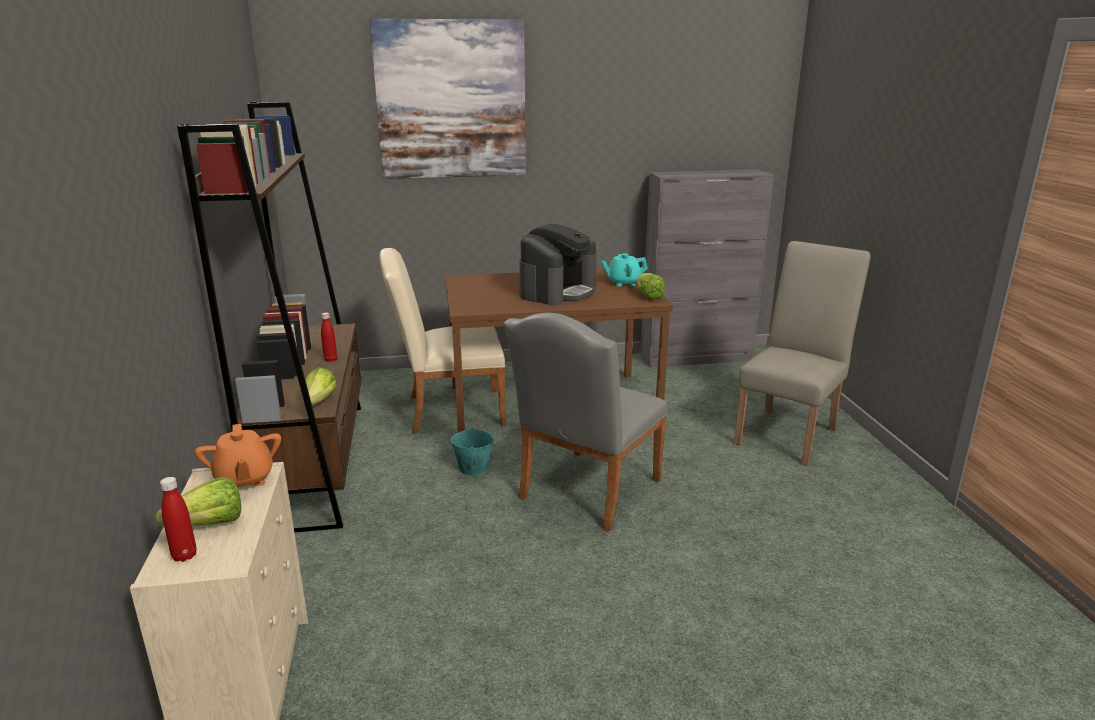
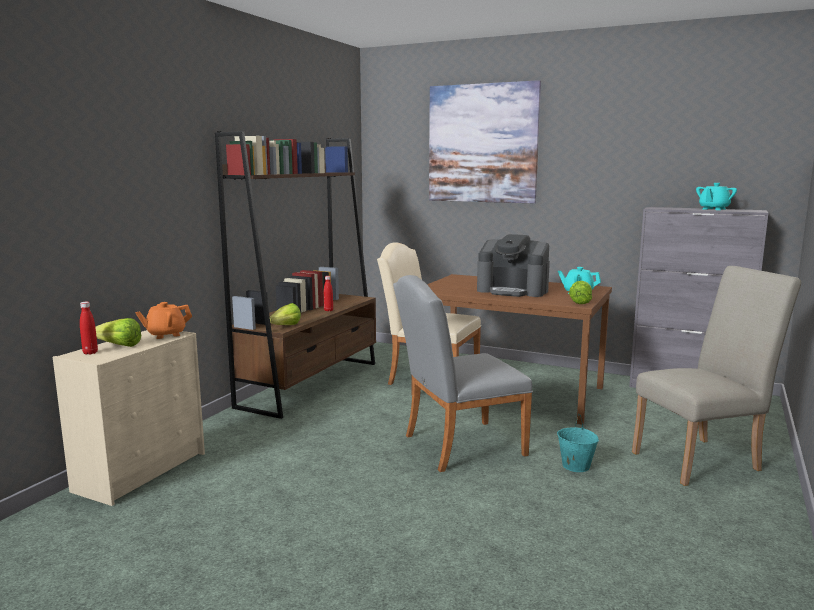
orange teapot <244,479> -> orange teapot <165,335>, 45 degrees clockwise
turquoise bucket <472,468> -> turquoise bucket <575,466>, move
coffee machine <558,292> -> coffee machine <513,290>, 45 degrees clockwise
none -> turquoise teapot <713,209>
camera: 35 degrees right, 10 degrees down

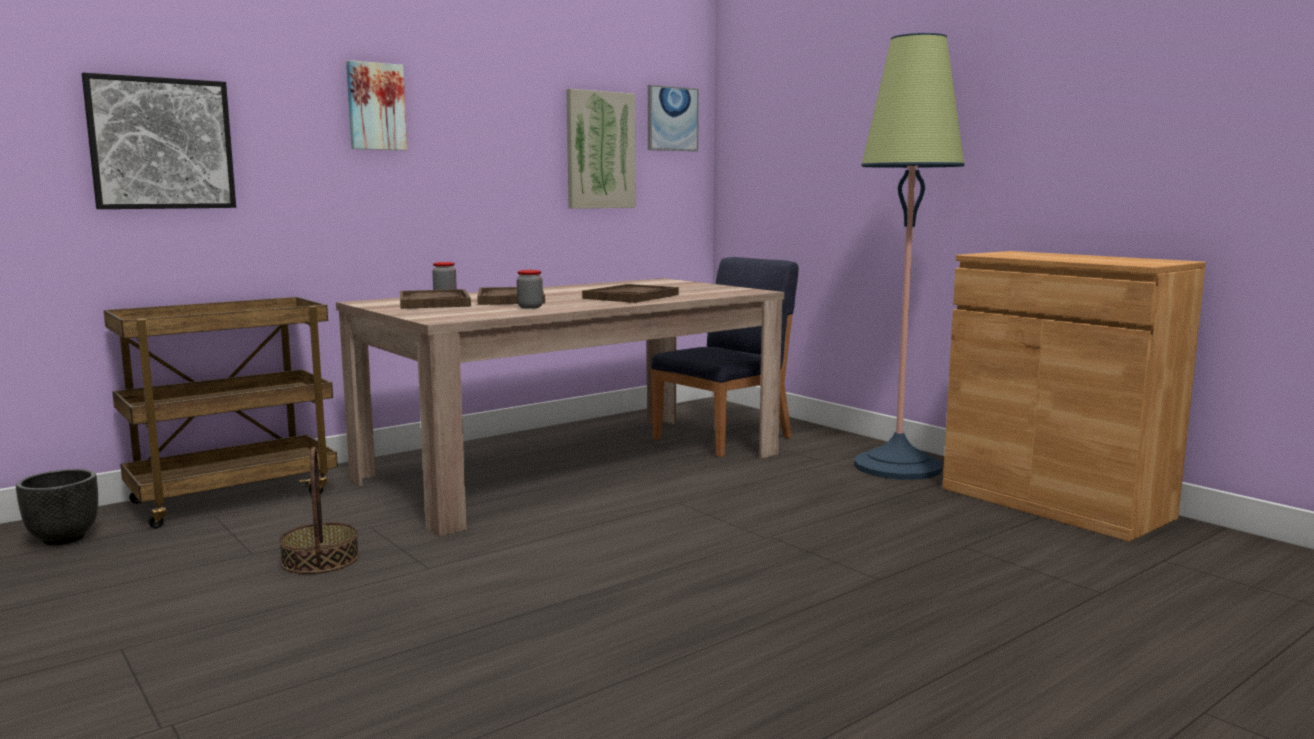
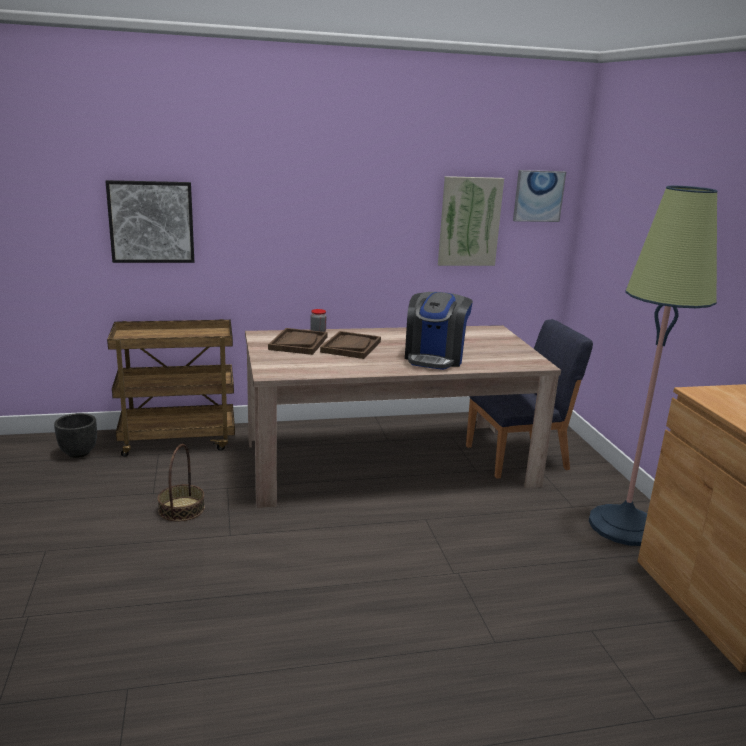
picture <375,106> -> none
jar <530,307> -> none
brown tray <631,296> -> coffee machine <435,358>
camera: 25 degrees right, 10 degrees up

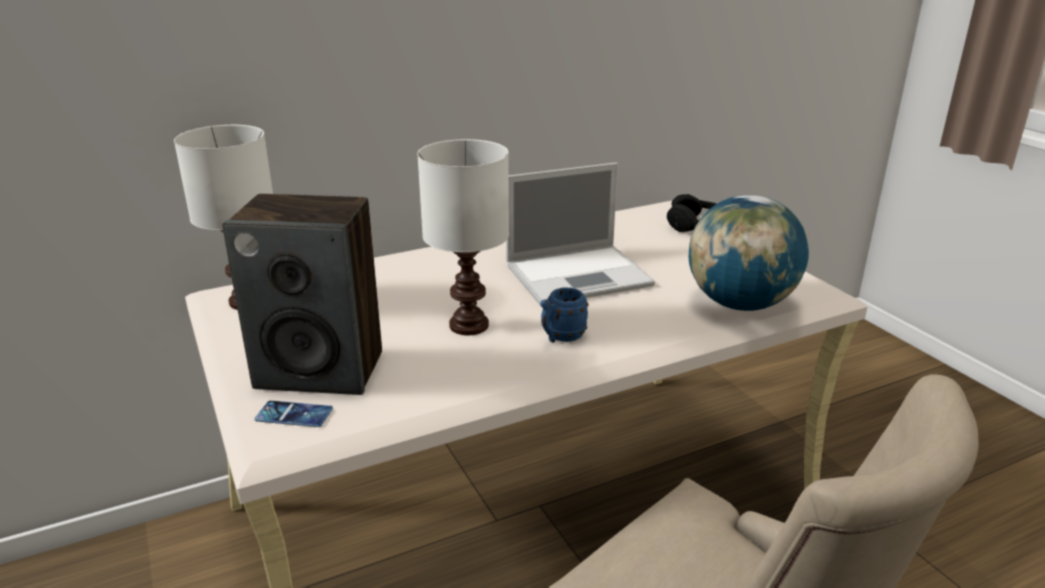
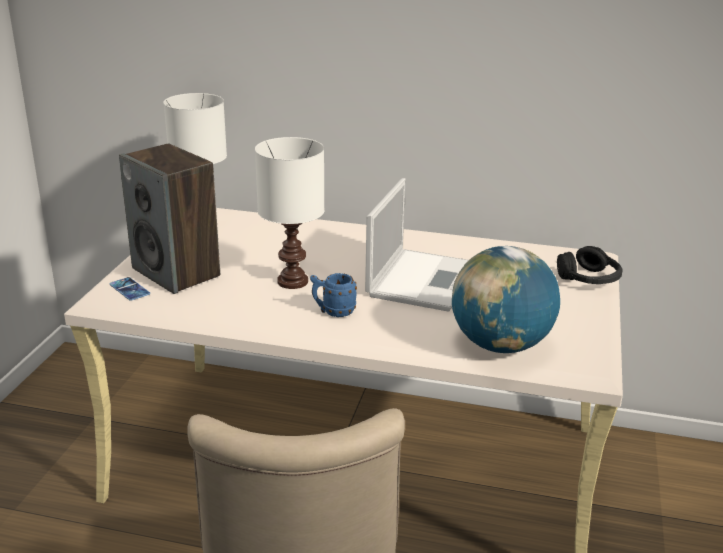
laptop <580,274> -> laptop <422,279>, 90 degrees counterclockwise
camera: 40 degrees right, 0 degrees up

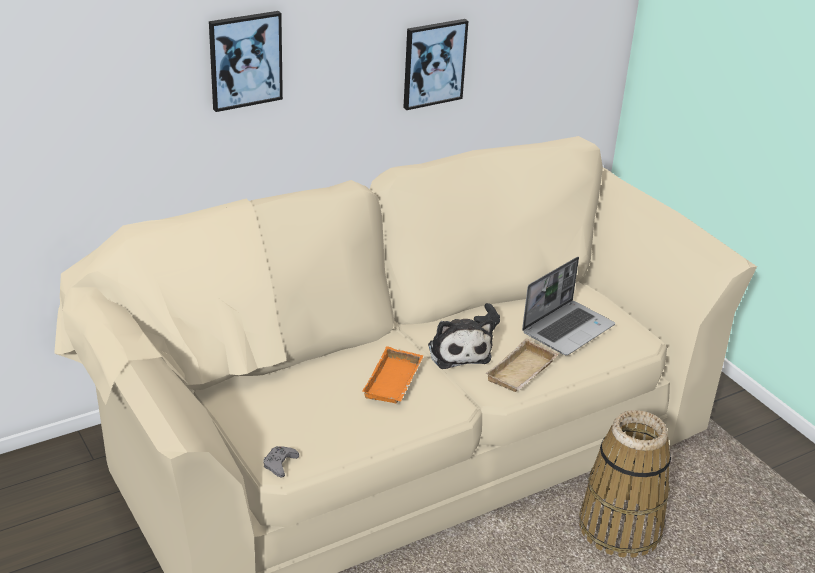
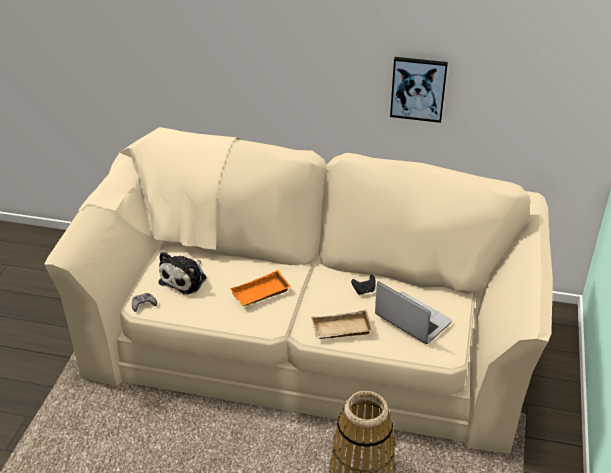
picture <245,60> -> none
plush toy <458,351> -> plush toy <185,279>, move
laptop <568,328> -> laptop <411,319>, 135 degrees counterclockwise
camera: 45 degrees right, 5 degrees up

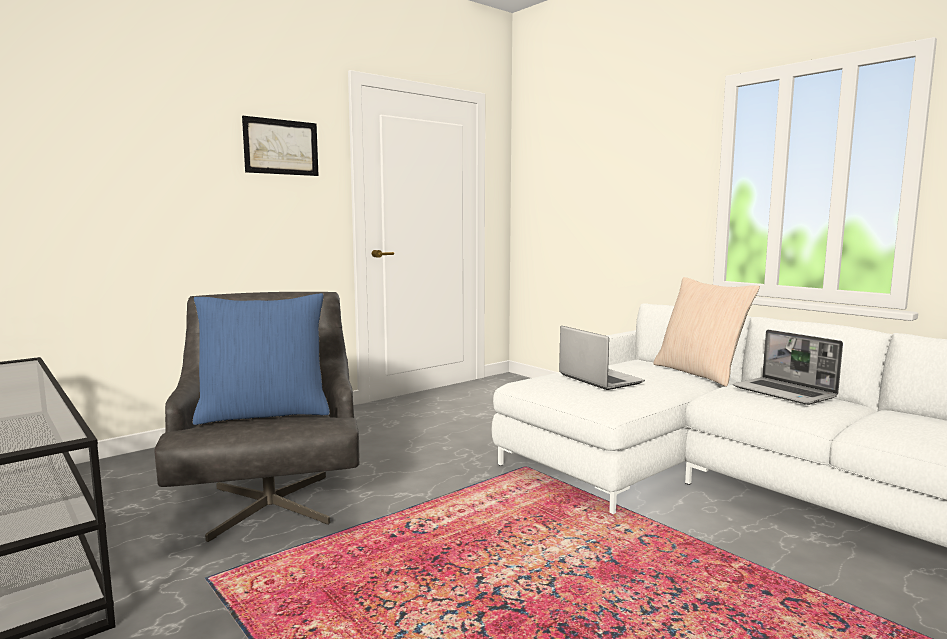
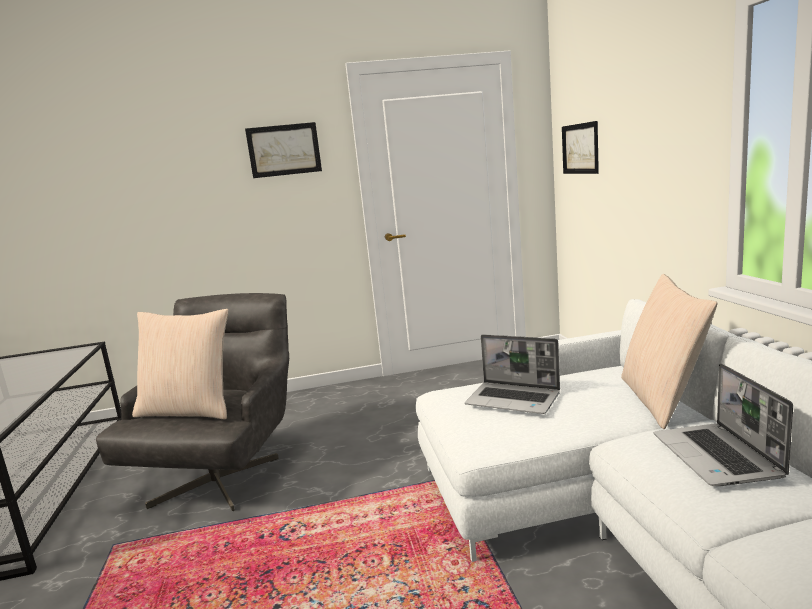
blue pillow <264,413> -> beige pillow <189,410>
laptop <598,379> -> laptop <514,399>, 120 degrees clockwise
none -> picture <580,148>
camera: 30 degrees right, 5 degrees up

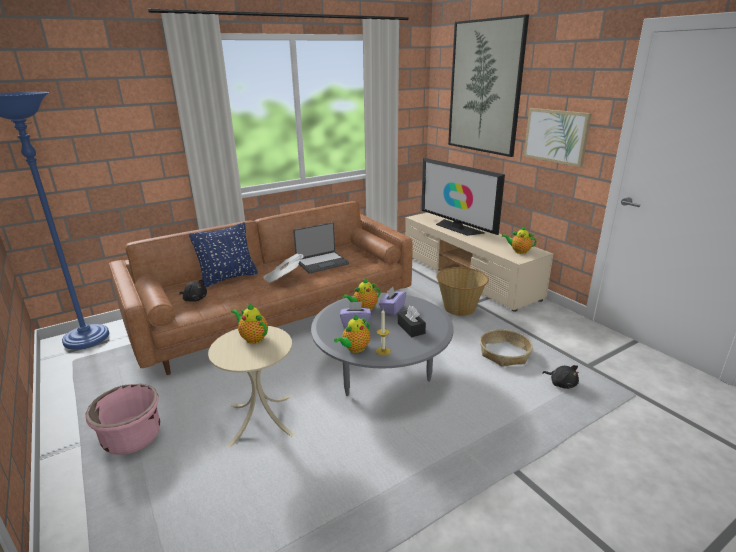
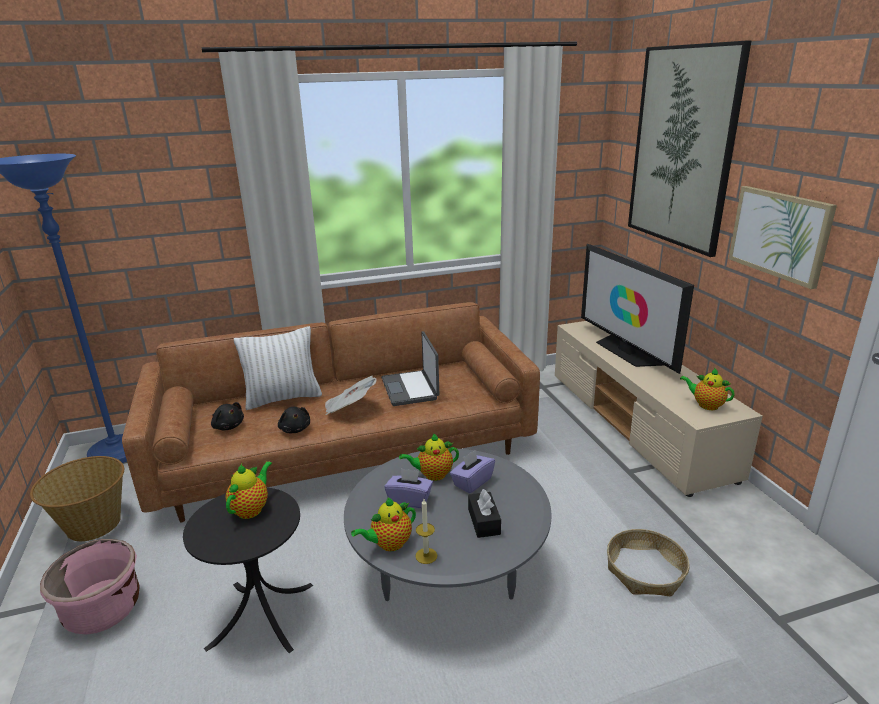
blue pillow <228,278> -> white pillow <283,398>
beige side table <261,420> -> black side table <261,616>
teapot <253,338> -> teapot <251,509>, 60 degrees clockwise
laptop <322,263> -> laptop <411,389>, 90 degrees clockwise
basket <459,309> -> basket <93,526>, move
black plush toy <561,383> -> black plush toy <295,429>, move
camera: 15 degrees right, 0 degrees up

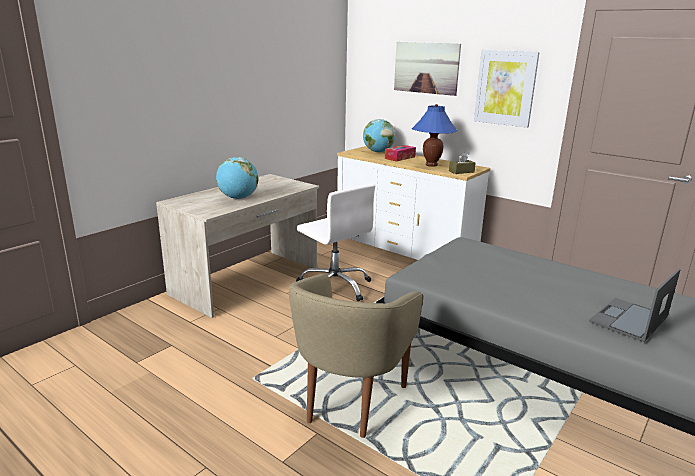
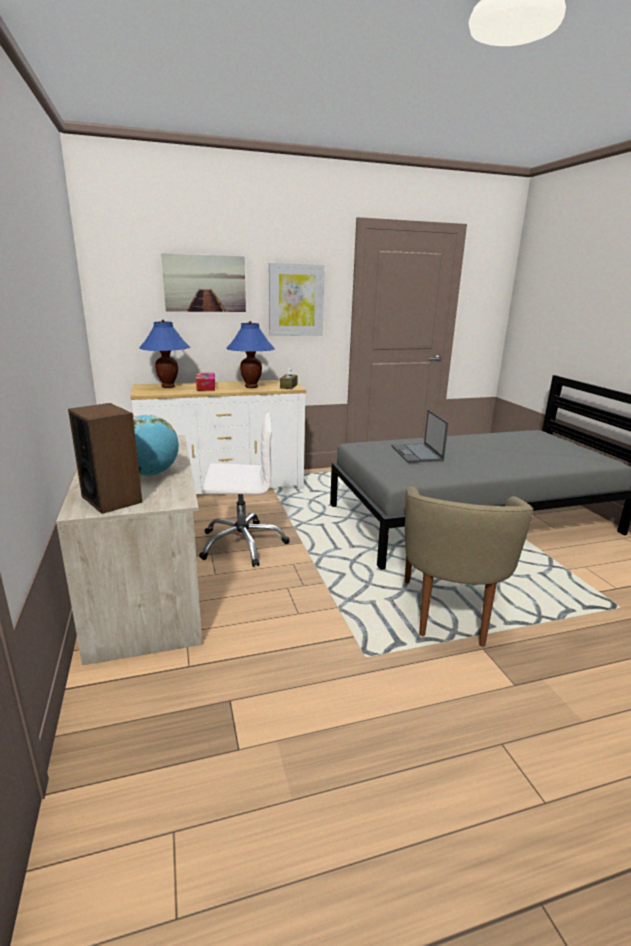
beige armchair <350,402> -> beige armchair <449,613>, 45 degrees clockwise
globe <378,152> -> blue table lamp <168,386>
laptop <628,320> -> laptop <417,453>, move
none -> speaker <112,499>
camera: 55 degrees left, 0 degrees up

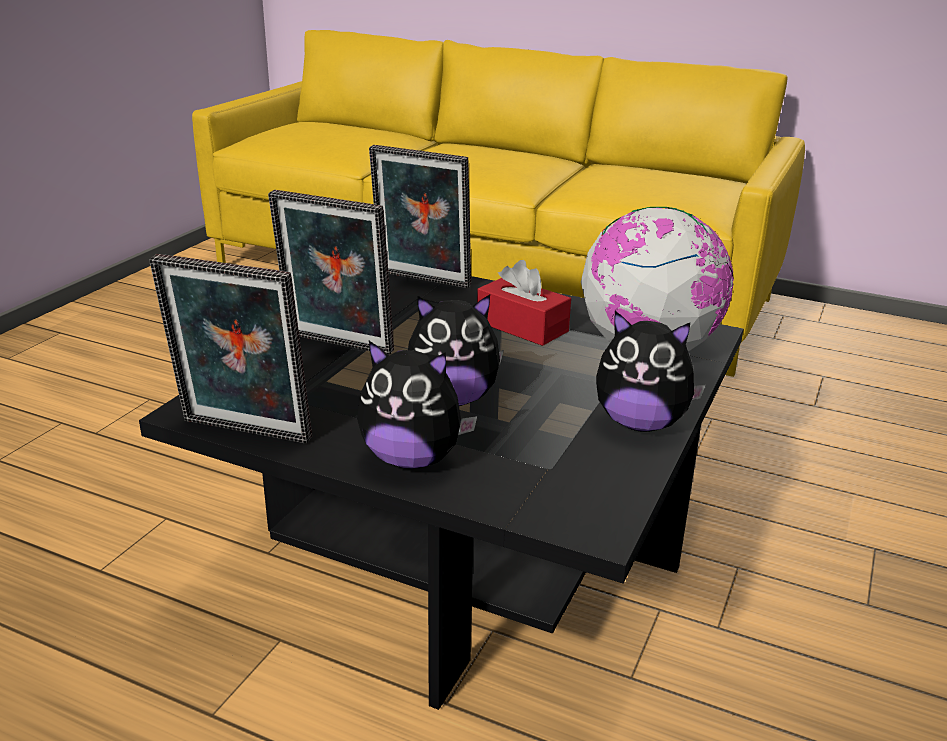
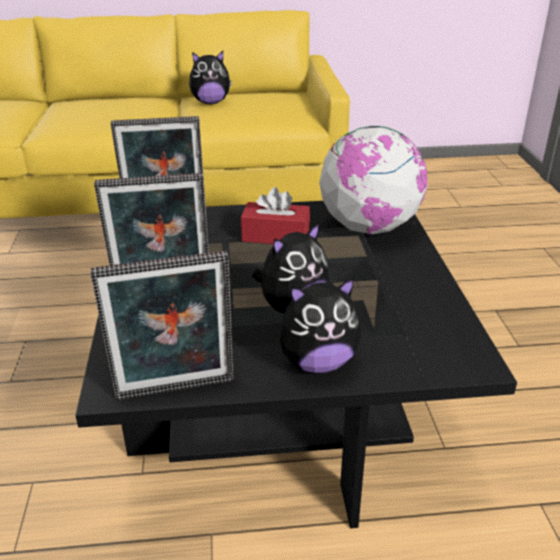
plush toy <641,423> -> plush toy <210,102>, move
camera: 30 degrees left, 5 degrees up

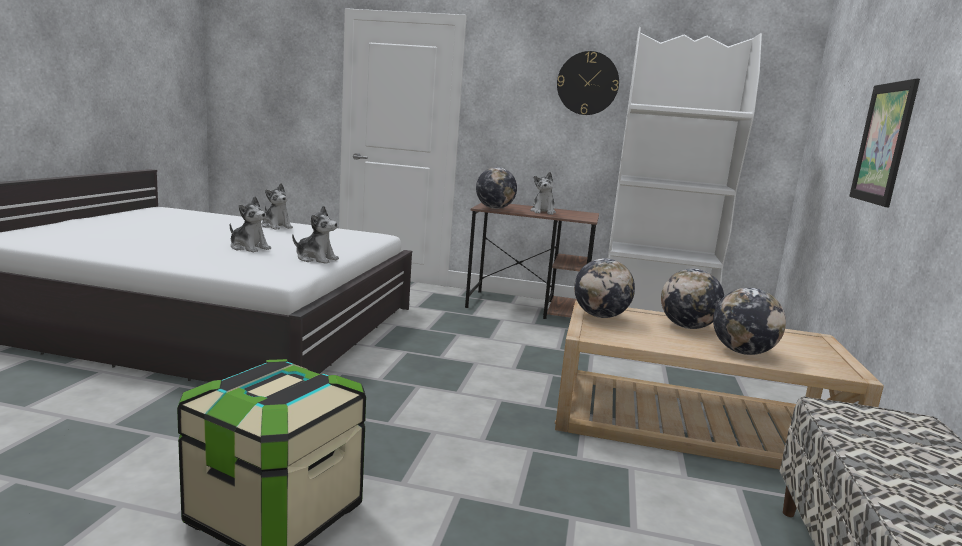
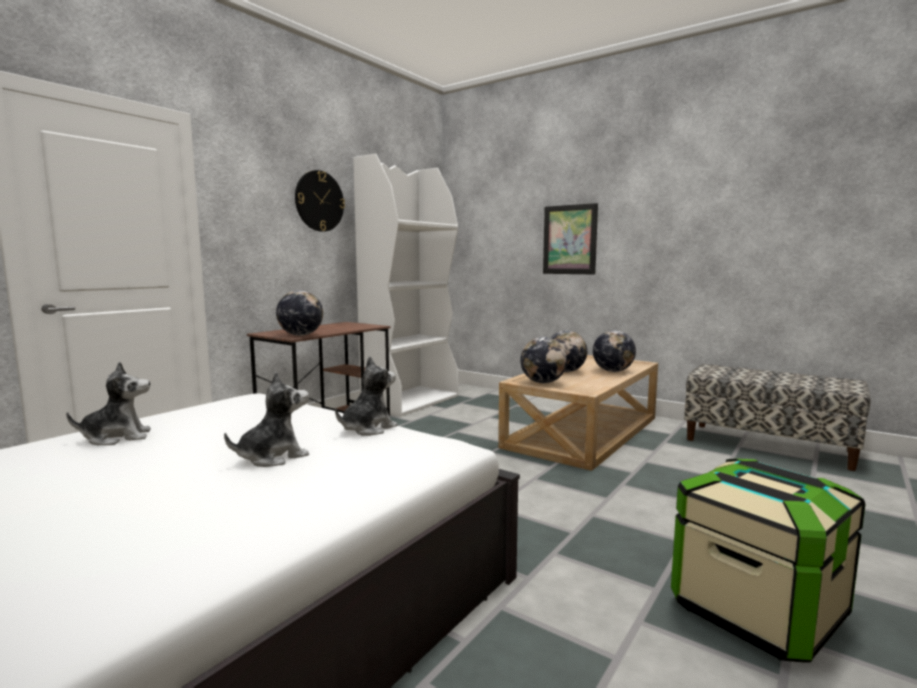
plush toy <543,212> -> none
camera: 65 degrees left, 5 degrees down

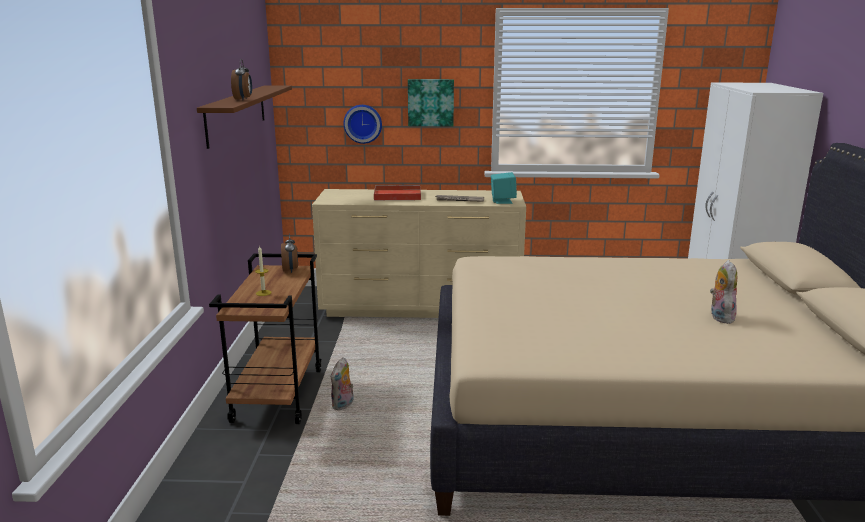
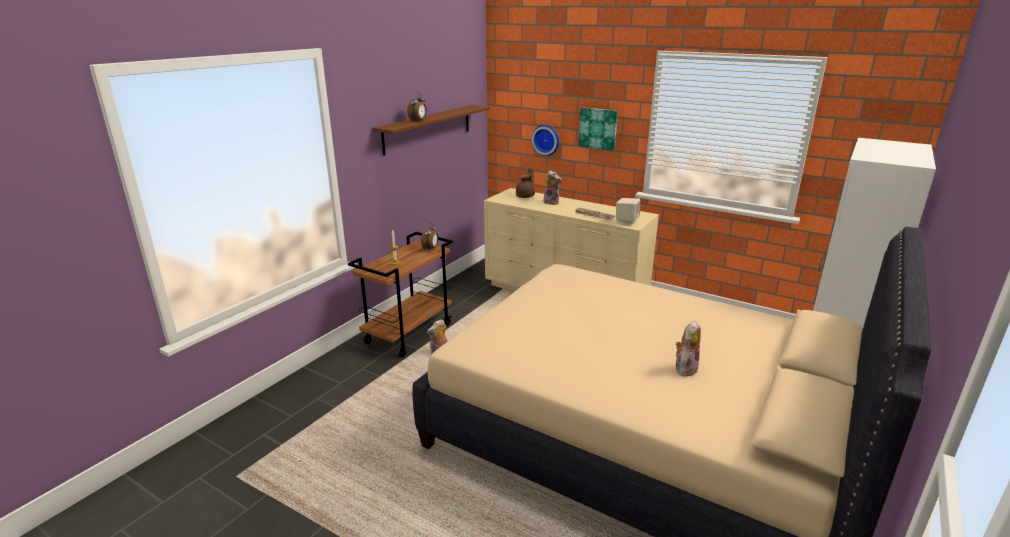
red tray <396,195> -> plush toy <552,202>
turquoise speaker <502,201> -> beige speaker <626,222>
none -> brown teapot <525,196>
camera: 30 degrees right, 5 degrees up

